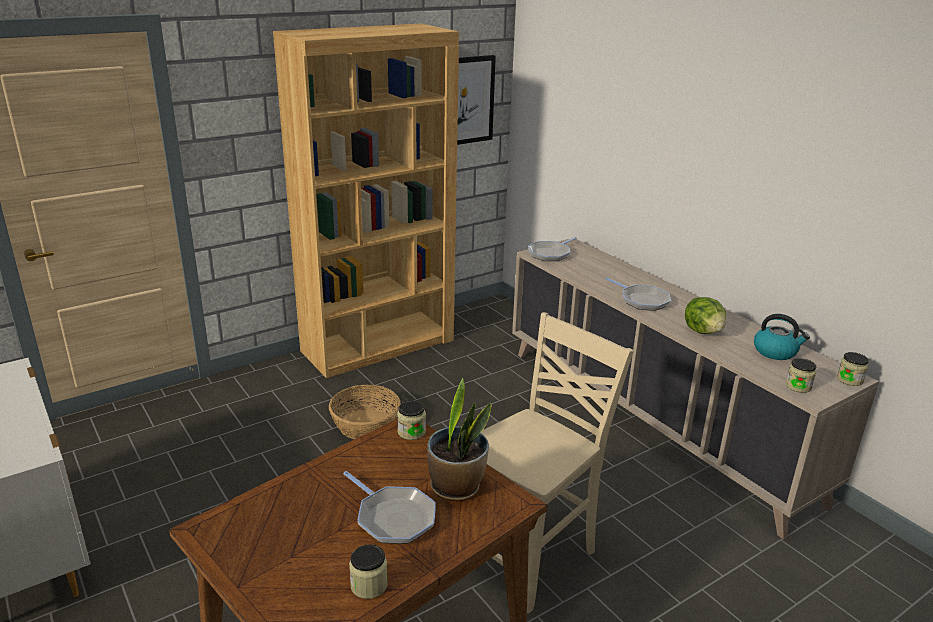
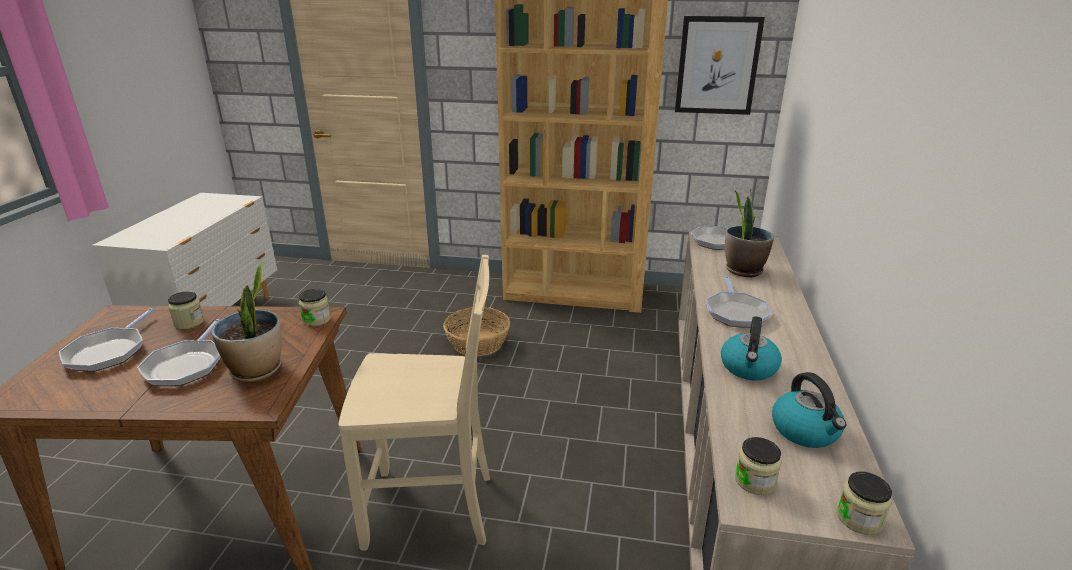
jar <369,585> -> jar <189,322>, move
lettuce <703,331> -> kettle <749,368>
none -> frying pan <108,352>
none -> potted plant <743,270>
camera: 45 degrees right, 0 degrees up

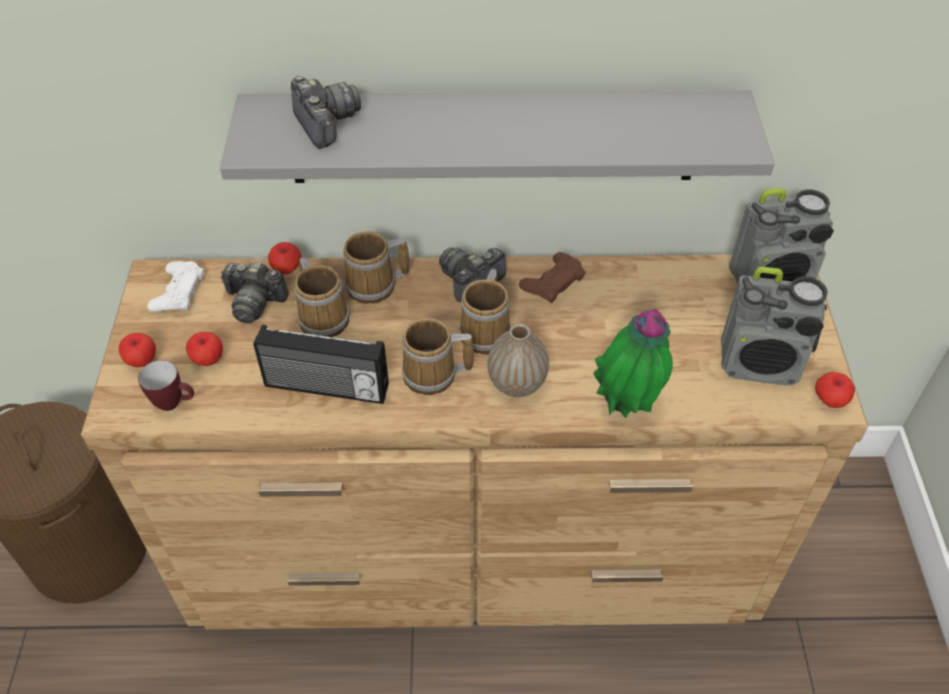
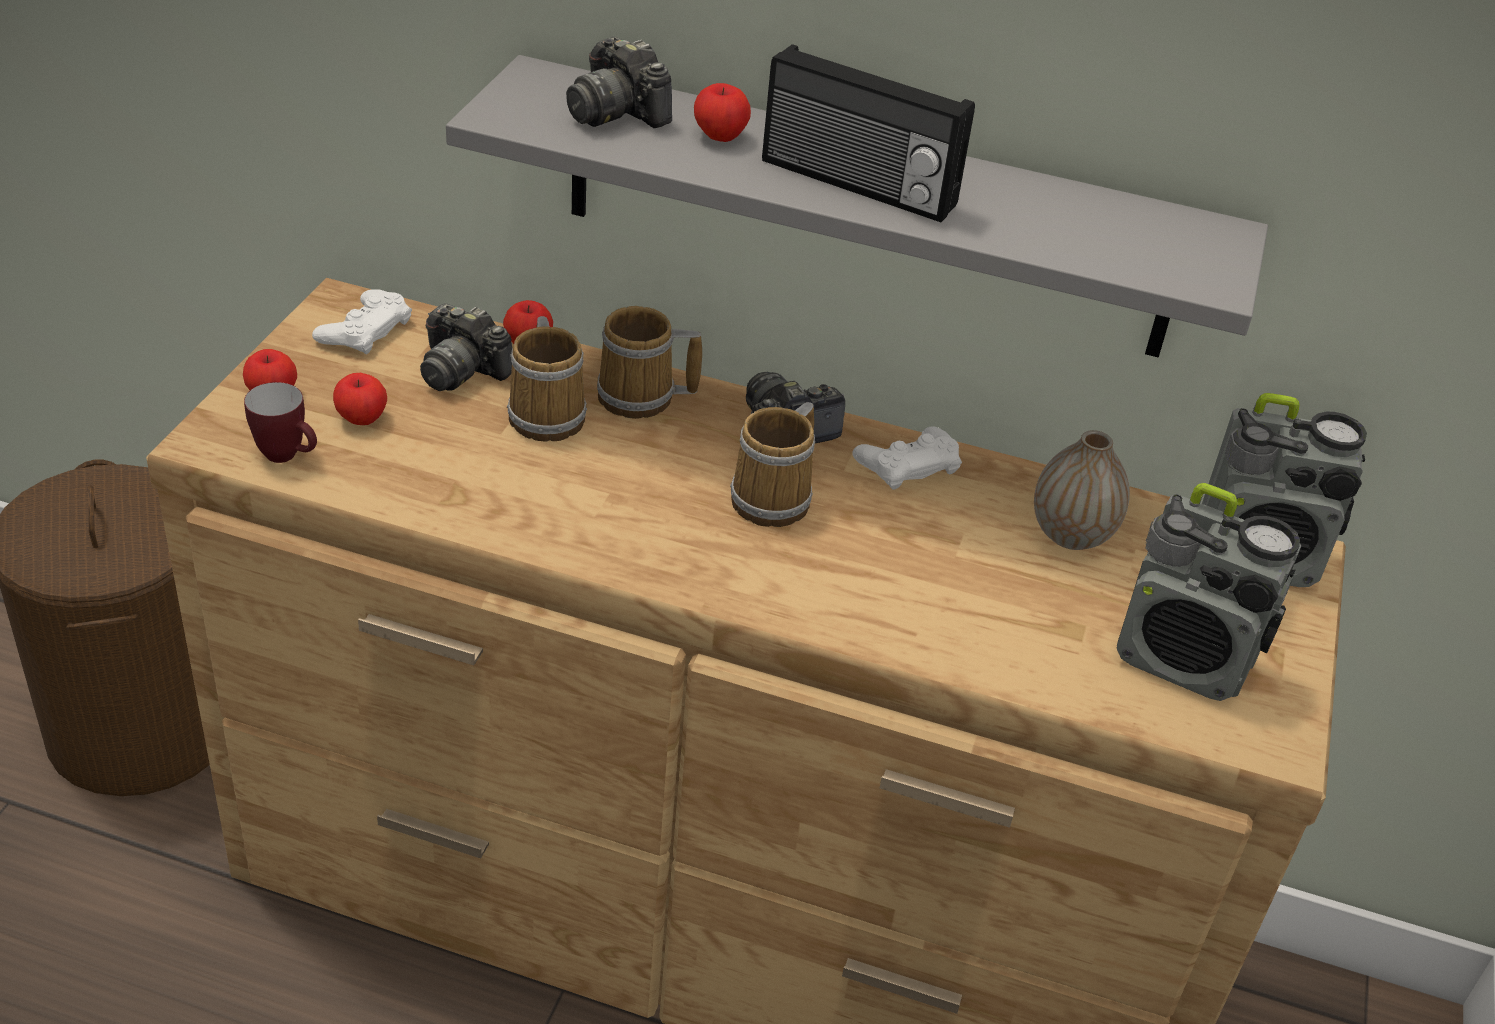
radio <326,388> -> radio <856,185>, move
photo camera <325,123> -> photo camera <617,112>, 150 degrees clockwise
mug <433,375> -> none
vase <517,383> -> vase <1071,535>, move
brown game controller <552,282> -> white game controller <908,464>
potted plant <627,407> -> none
apple <829,400> -> apple <719,136>, move
camera: 15 degrees right, 10 degrees down

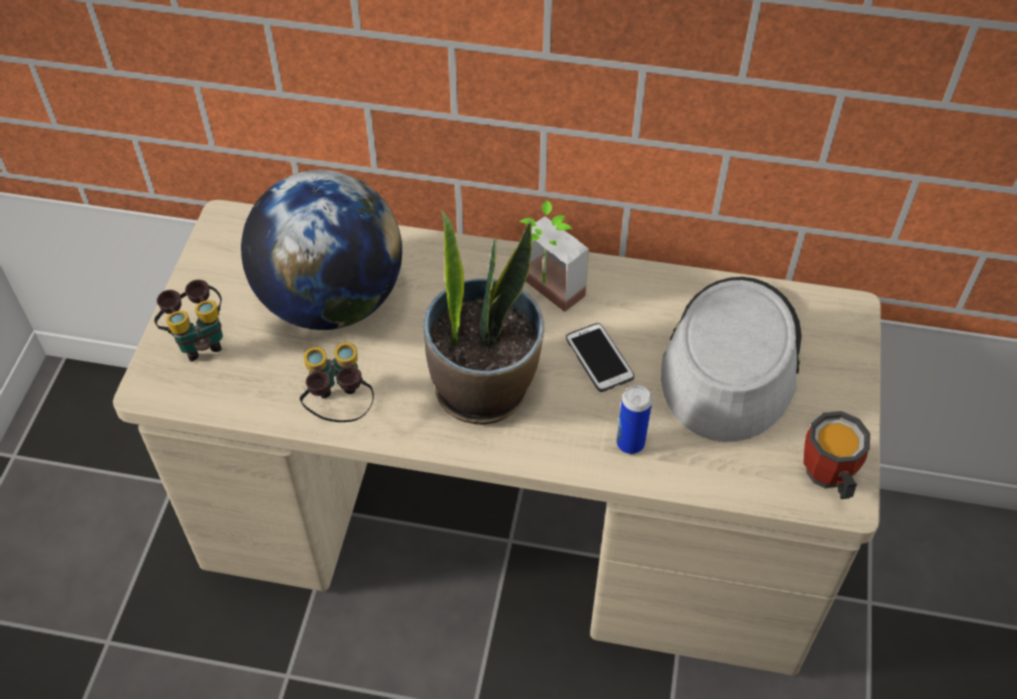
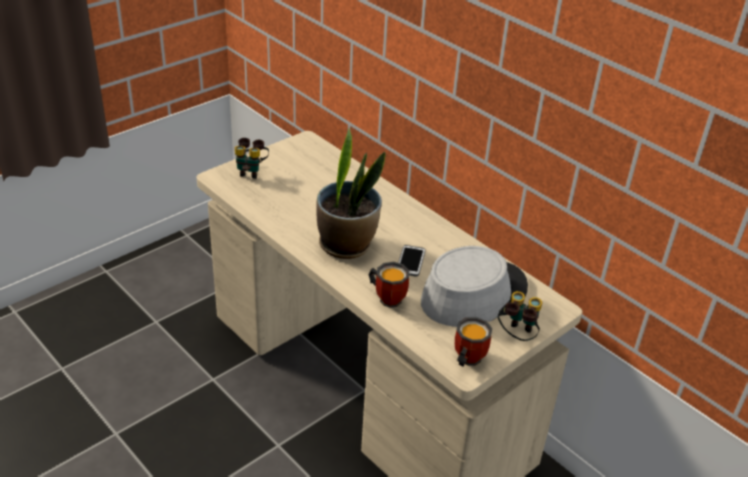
globe <331,301> -> none
binoculars <340,409> -> binoculars <517,336>, move
potted plant <544,294> -> none
can <630,443> -> mug <388,297>
camera: 35 degrees right, 15 degrees down

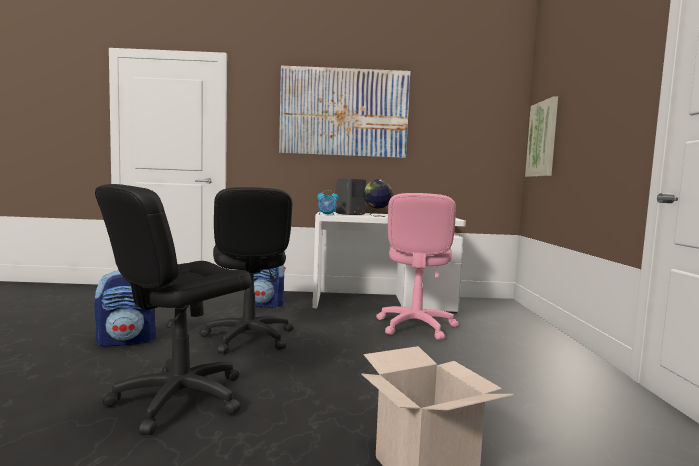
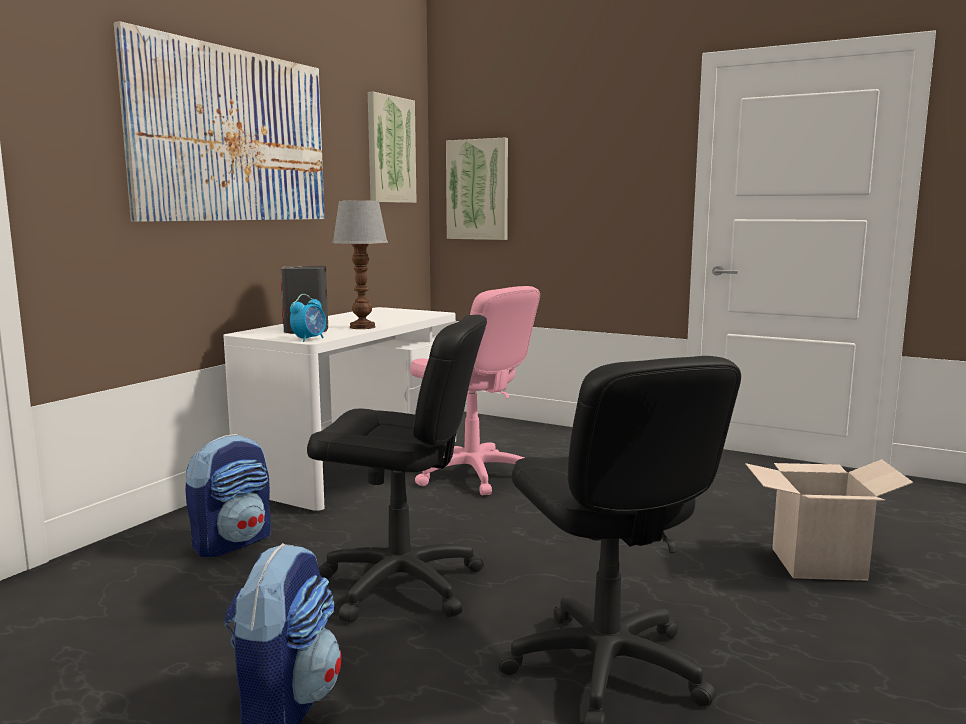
globe <377,216> -> table lamp <363,327>
none -> picture <390,150>
camera: 60 degrees left, 5 degrees up

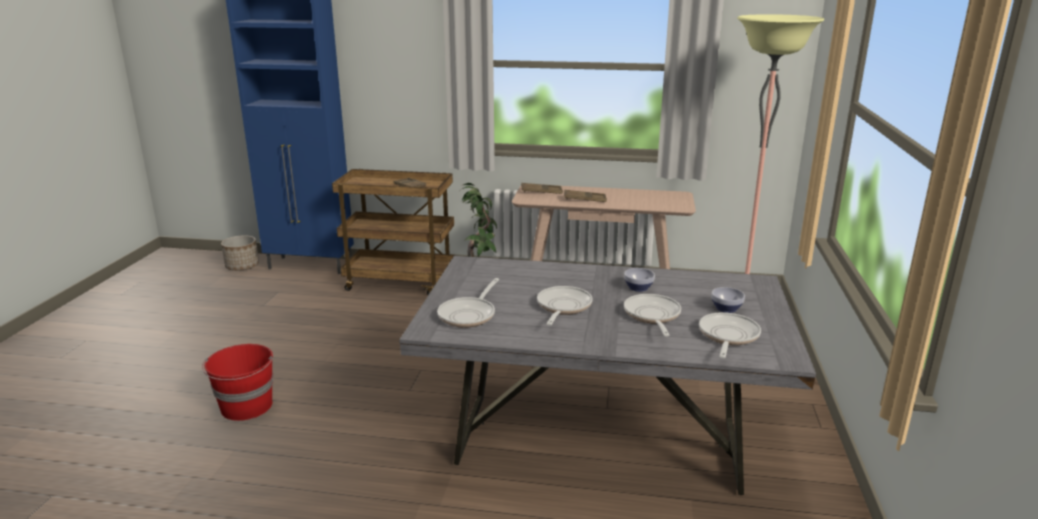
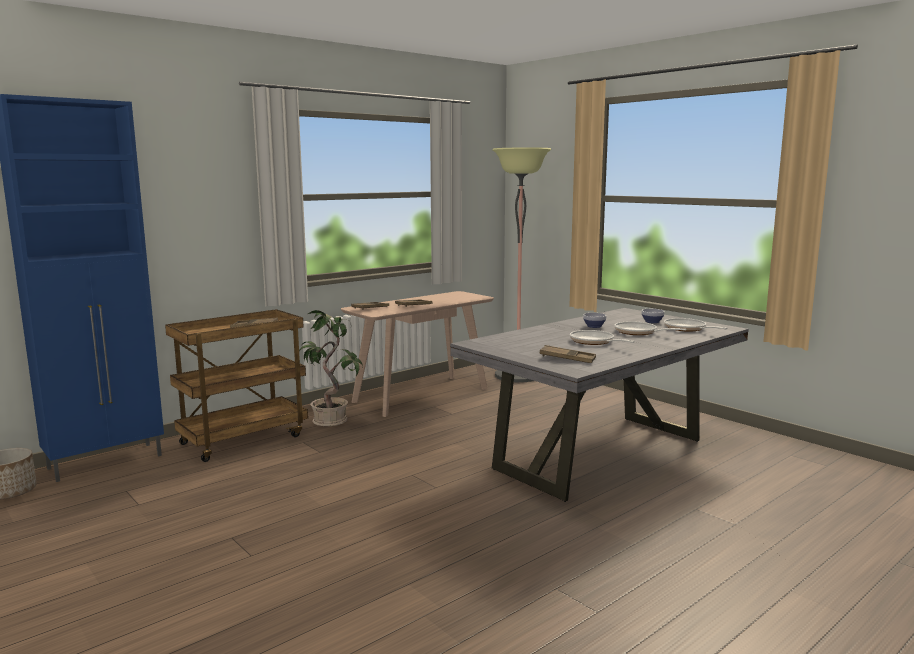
red bucket <246,407> -> none
frying pan <469,314> -> brown tray <567,358>
camera: 50 degrees left, 10 degrees down

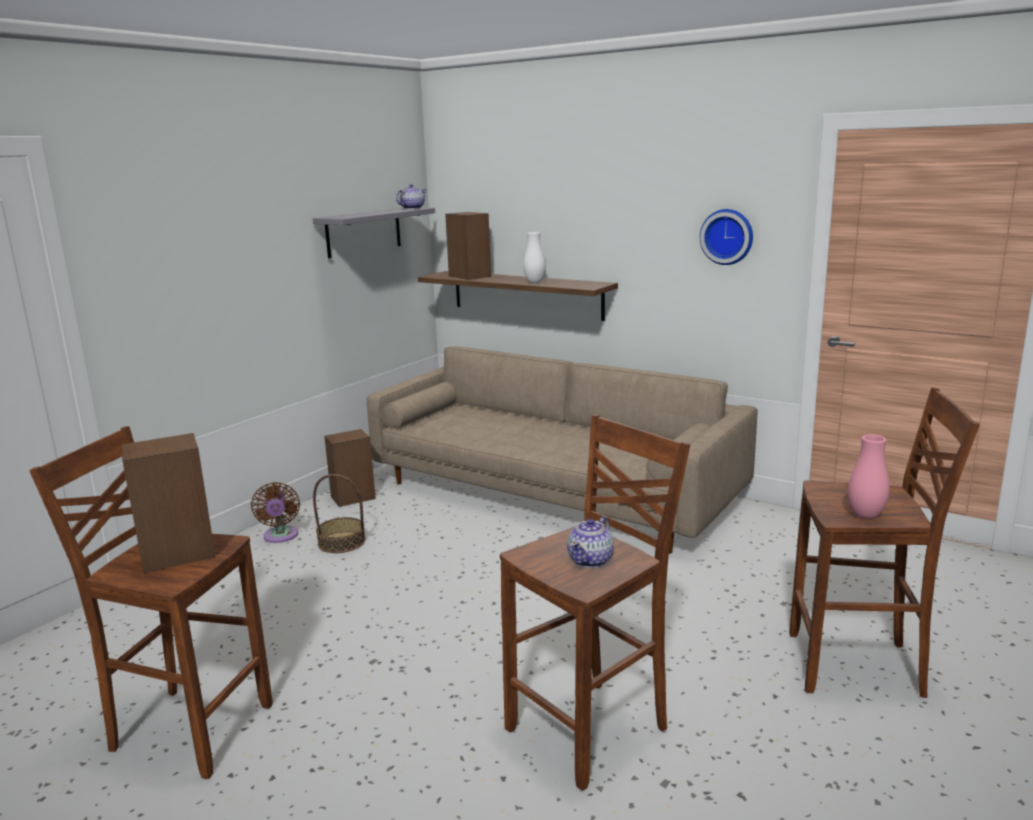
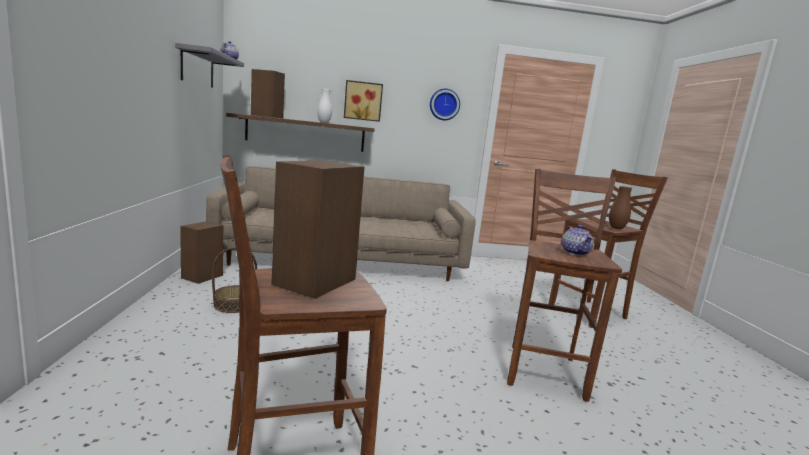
brown fan <280,537> -> none
pink vase <865,515> -> brown vase <616,228>
none -> picture <363,101>
camera: 40 degrees left, 5 degrees down

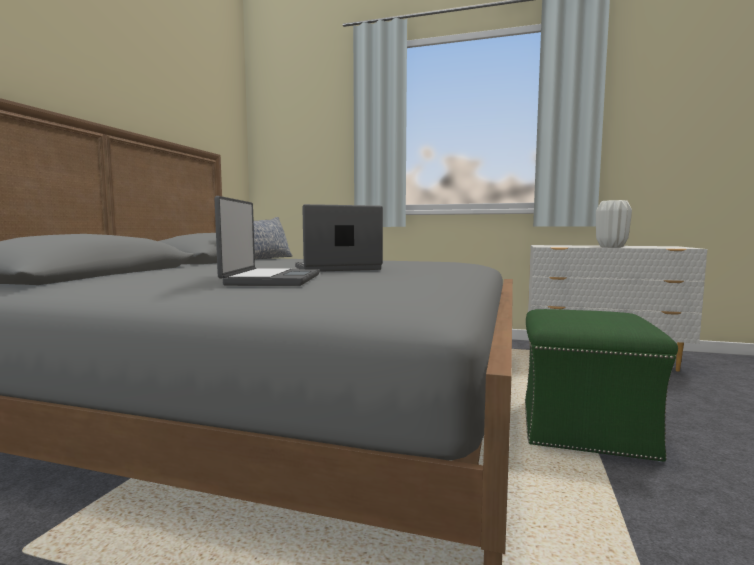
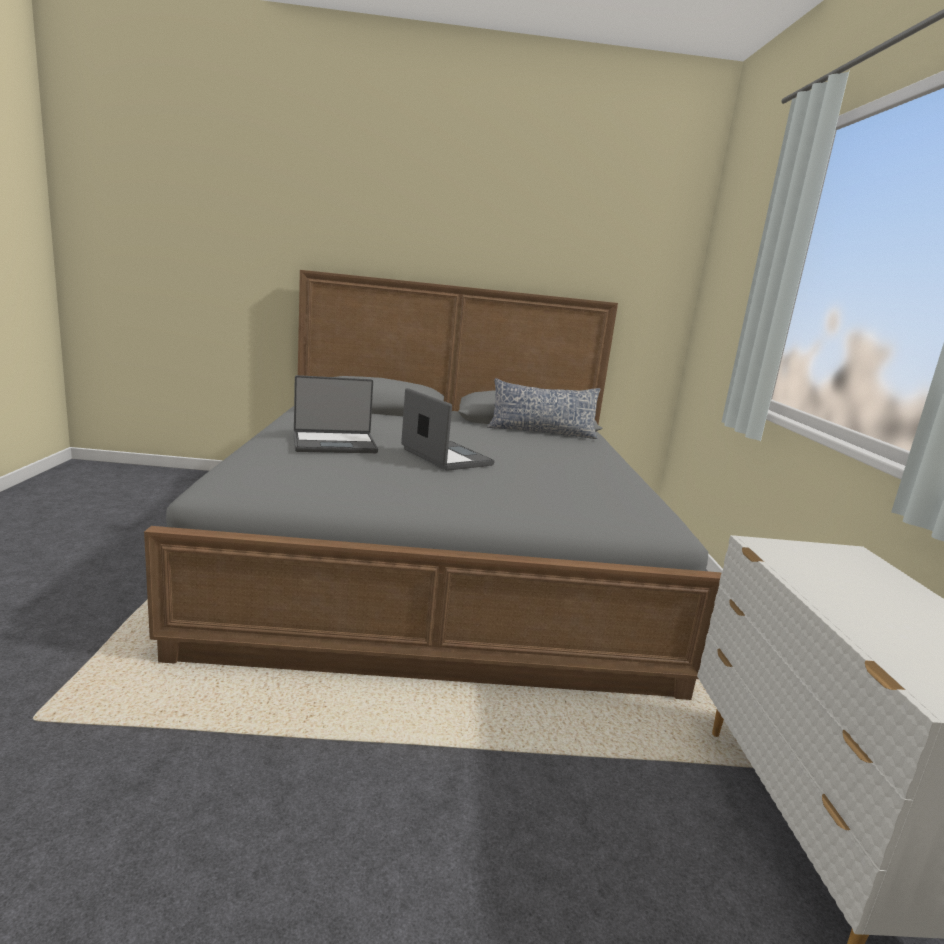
green ottoman <584,427> -> none
white vase <611,247> -> none
camera: 70 degrees right, 10 degrees up

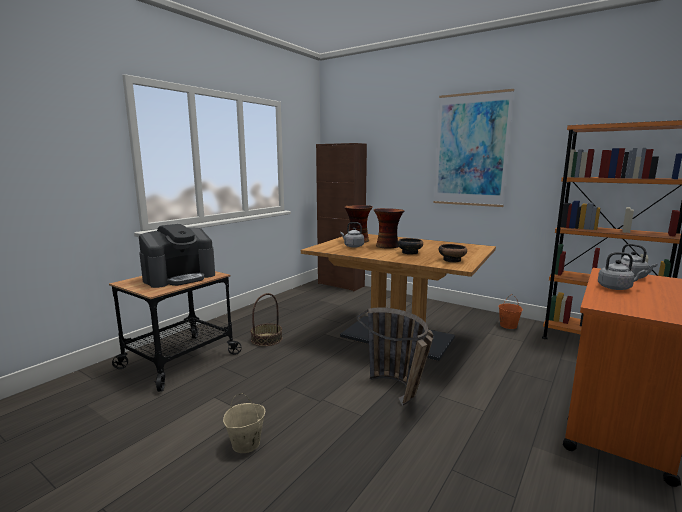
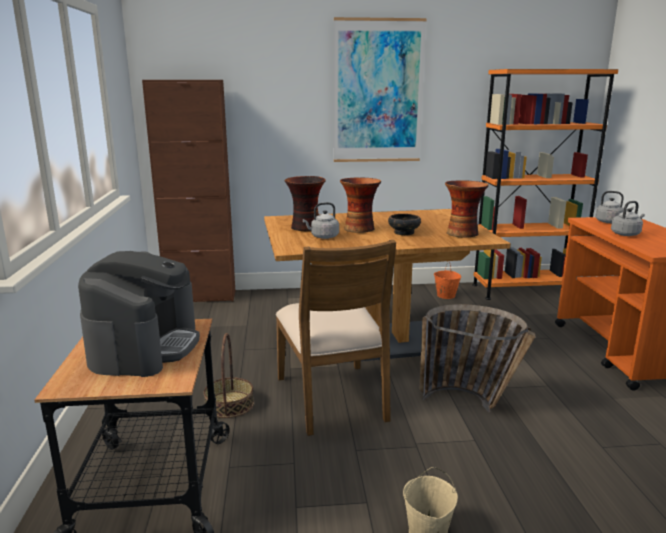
bowl <452,260> -> vase <462,233>
none -> brown chair <333,398>
camera: 40 degrees left, 5 degrees up

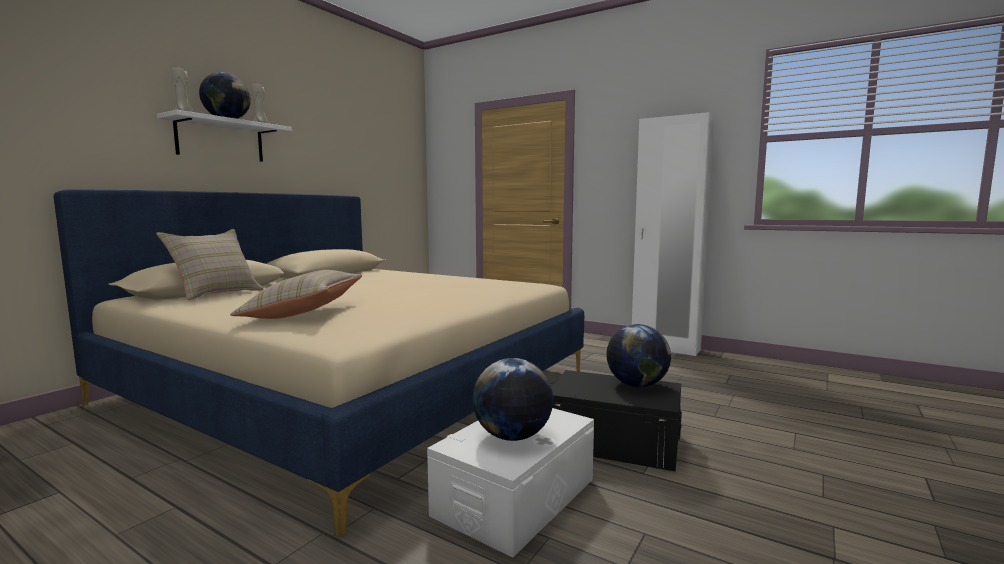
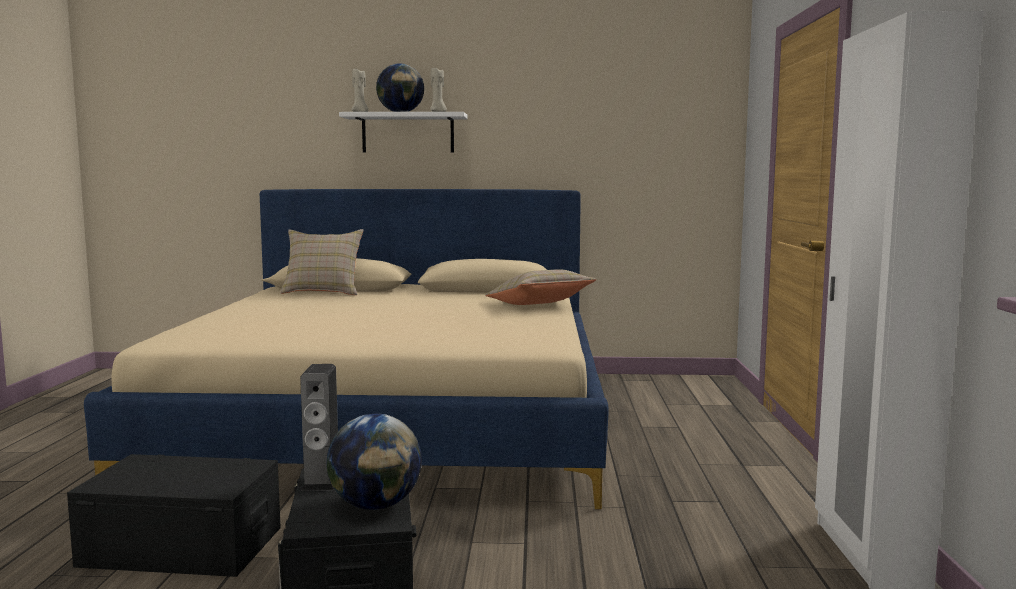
beige pillow <303,314> -> beige pillow <539,305>, move
white storage box <515,497> -> black storage box <182,546>
globe <512,436> -> none
none -> speaker <322,481>
camera: 60 degrees right, 0 degrees up

